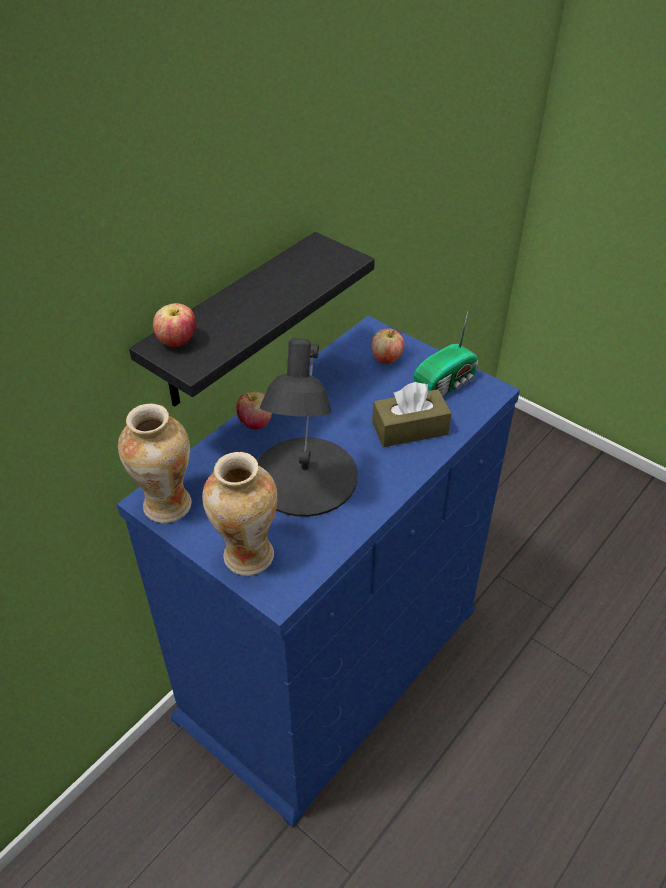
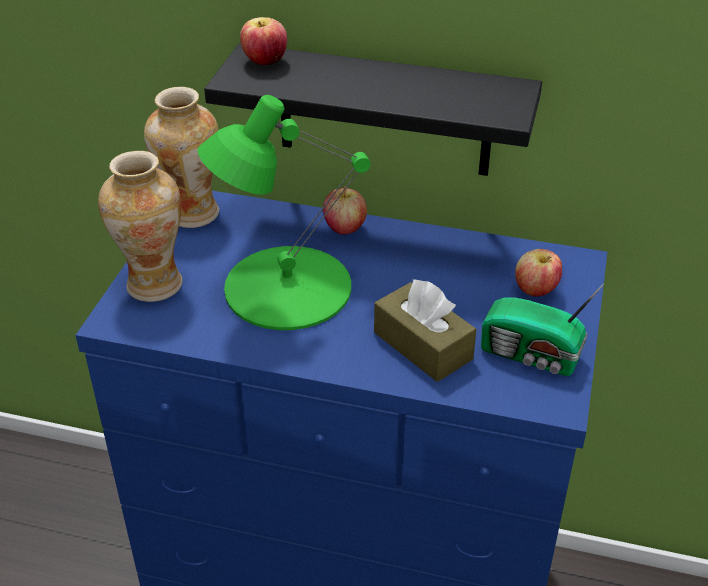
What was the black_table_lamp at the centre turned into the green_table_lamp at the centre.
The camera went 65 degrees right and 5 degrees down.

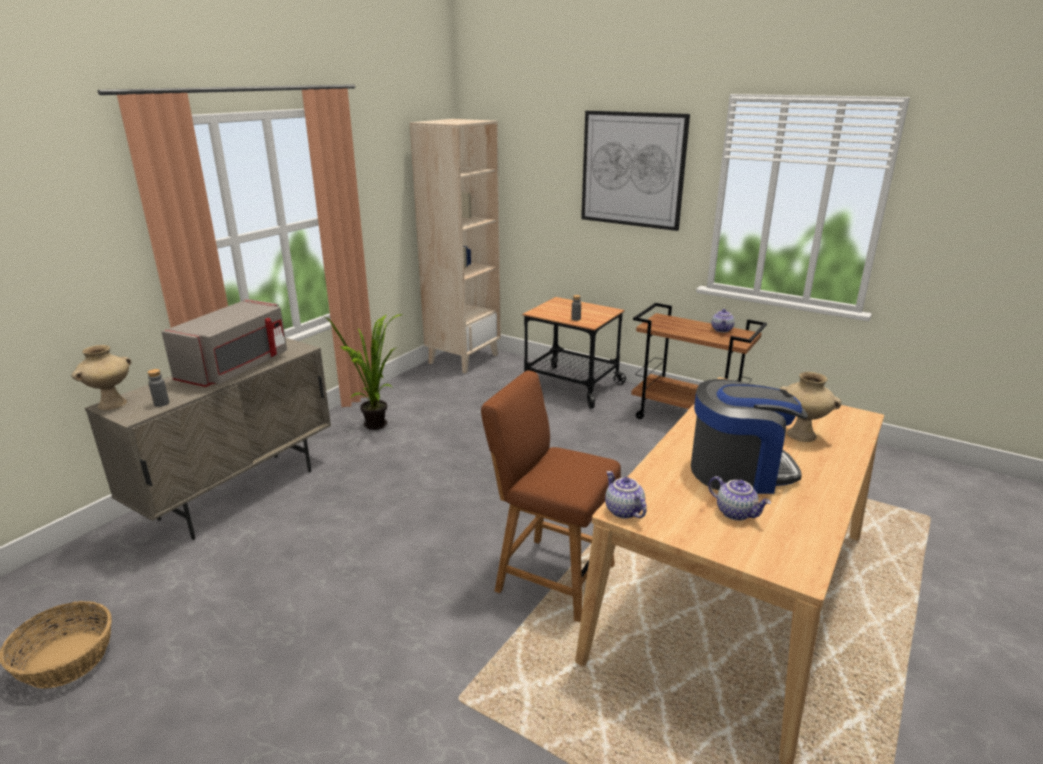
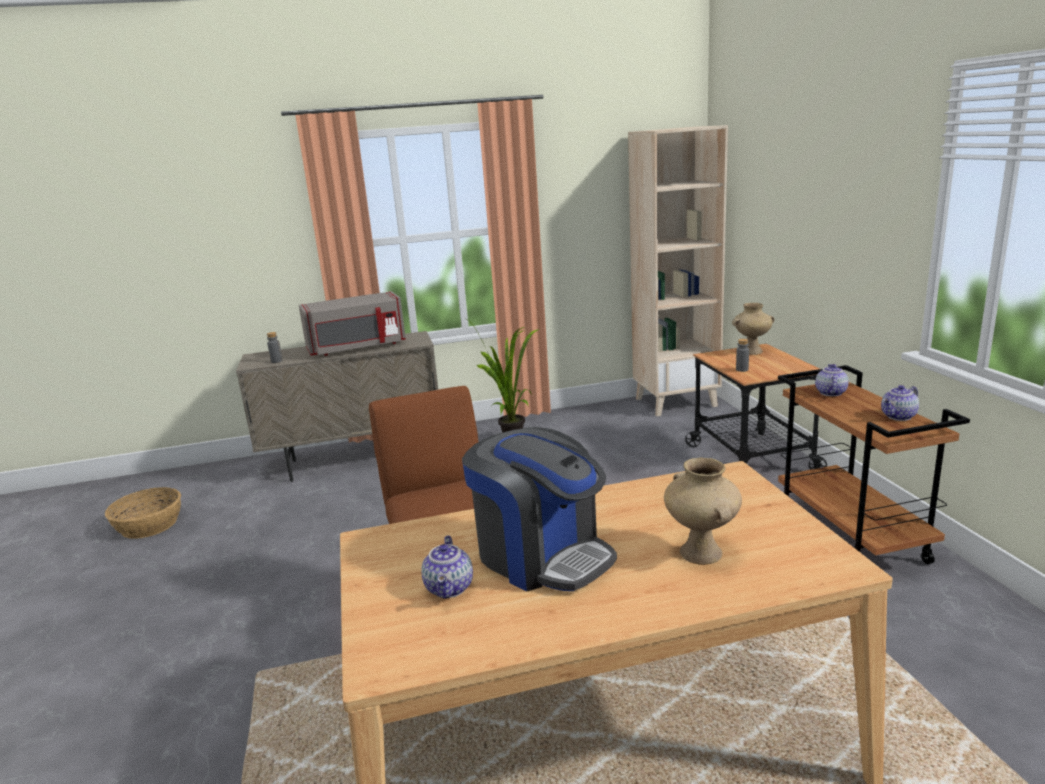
The beige_vase (no. 1 from left in the first image) ended up elsewhere, having gone from the middle left to the middle right.
The second view lost the picture at the top centre.
The teapot (no. 1 from left in the first image) ended up elsewhere, having gone from the centre to the middle right.
The camera went 45 degrees right and 5 degrees down.

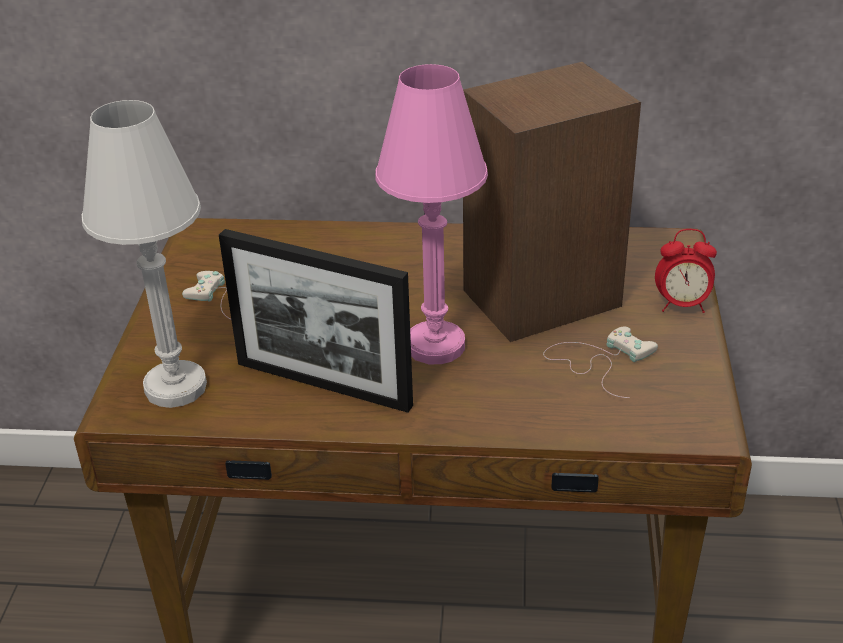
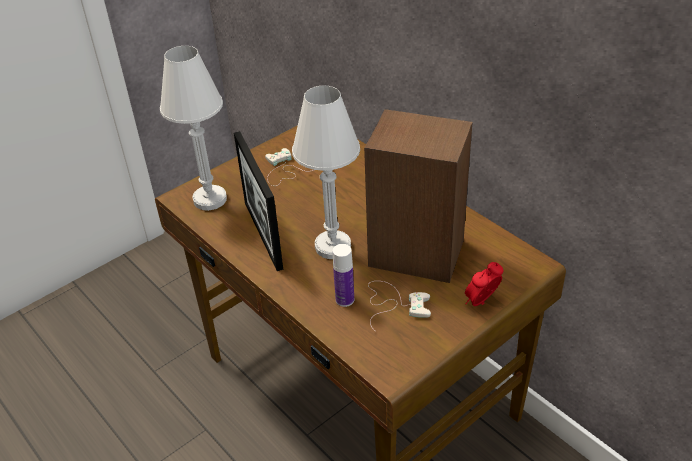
What was the pink_table_lamp at the top centre turned into the white_table_lamp (no. 2 from left) at the centre.
The alarm_clock at the middle right ended up facing another way, 90 degrees clockwise from before.
The second view gained the bottle at the centre.
The camera went 45 degrees right and 5 degrees up.

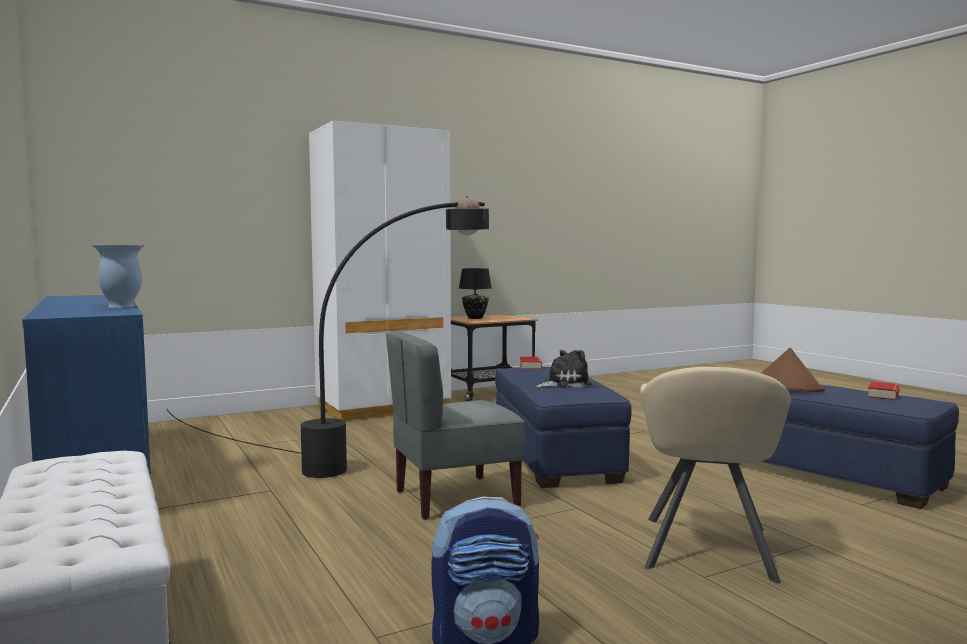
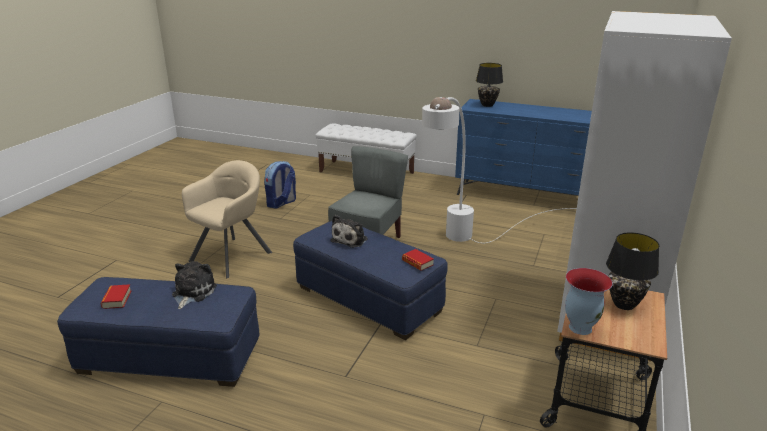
The vase ended up elsewhere, having gone from the middle left to the bottom right.
What was the black_floor_lamp at the centre turned into the white_floor_lamp at the centre.
The beige_armchair at the bottom right ended up facing another way, 60 degrees clockwise from before.
Where the brown_hat stood at the middle right, the plush_toy (no. 1 from left) came to stand at the middle left.
The second view gained the black_table_lamp (no. 1 from left) at the top centre.
The camera went 140 degrees right and 20 degrees up.

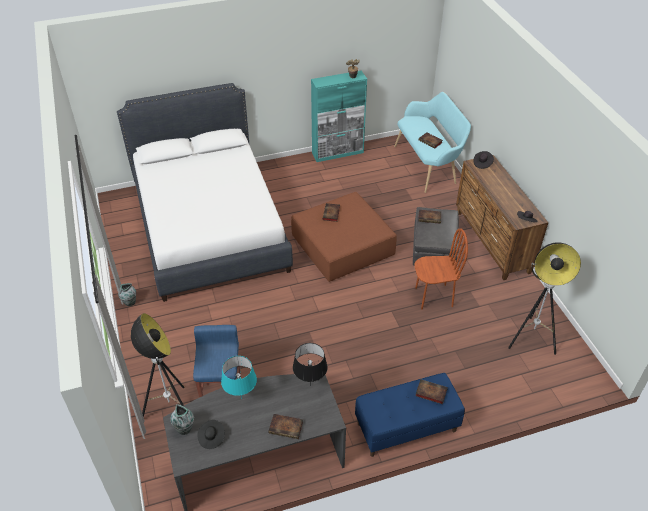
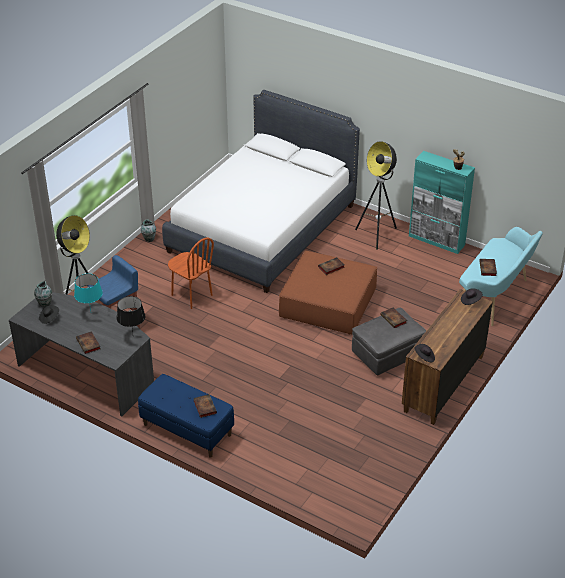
The brown_chair ended up elsewhere, having gone from the middle right to the centre.
The floor_lamp (no. 2 from left) ended up elsewhere, having gone from the middle right to the centre.
The camera went 50 degrees right and 5 degrees down.

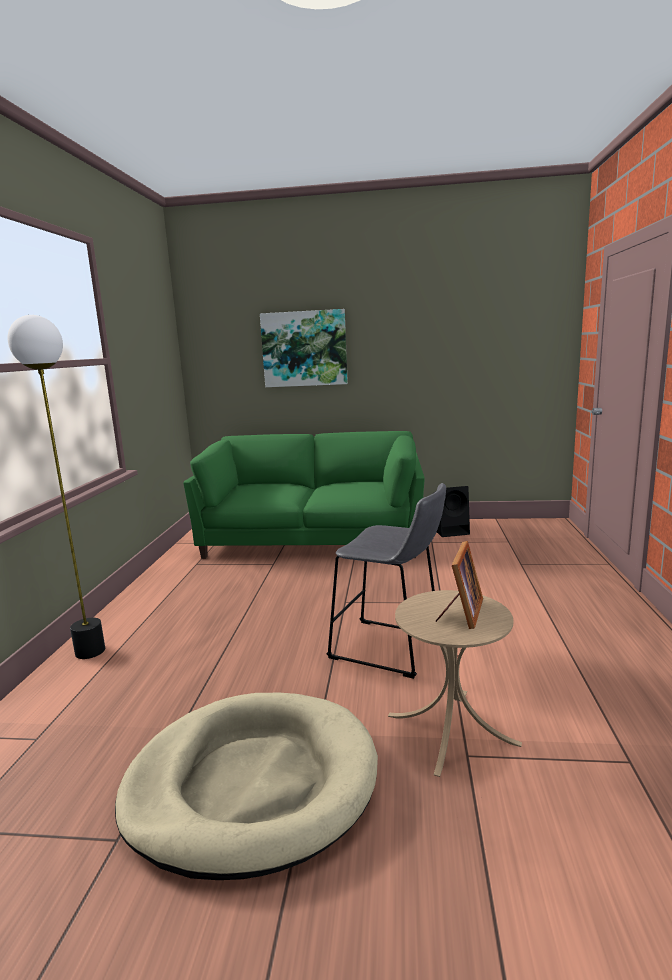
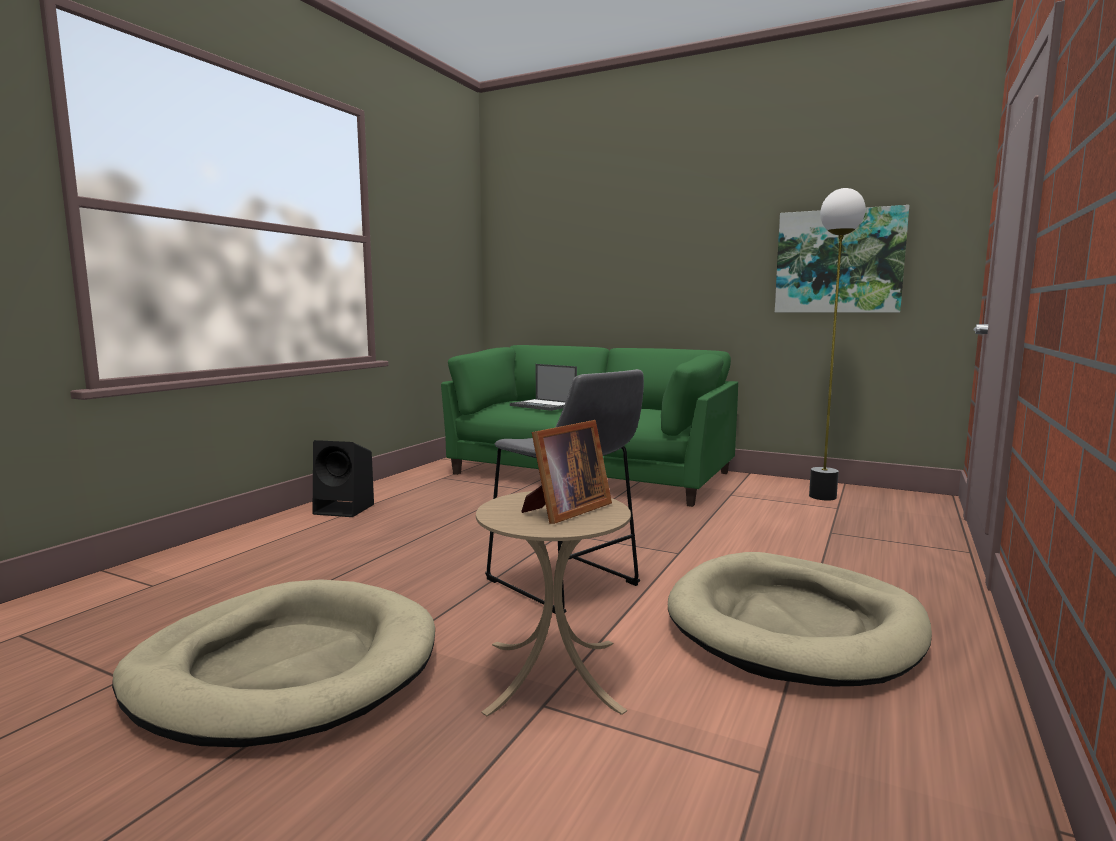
The floor_lamp ended up elsewhere, having gone from the middle left to the middle right.
The picture ended up elsewhere, having gone from the centre to the top right.
The black_speaker ended up elsewhere, having gone from the middle right to the middle left.
The second view gained the laptop at the centre.
The second view gained the beige_dog_bed (no. 2 from left) at the bottom right.
The camera went 20 degrees right and 5 degrees down.

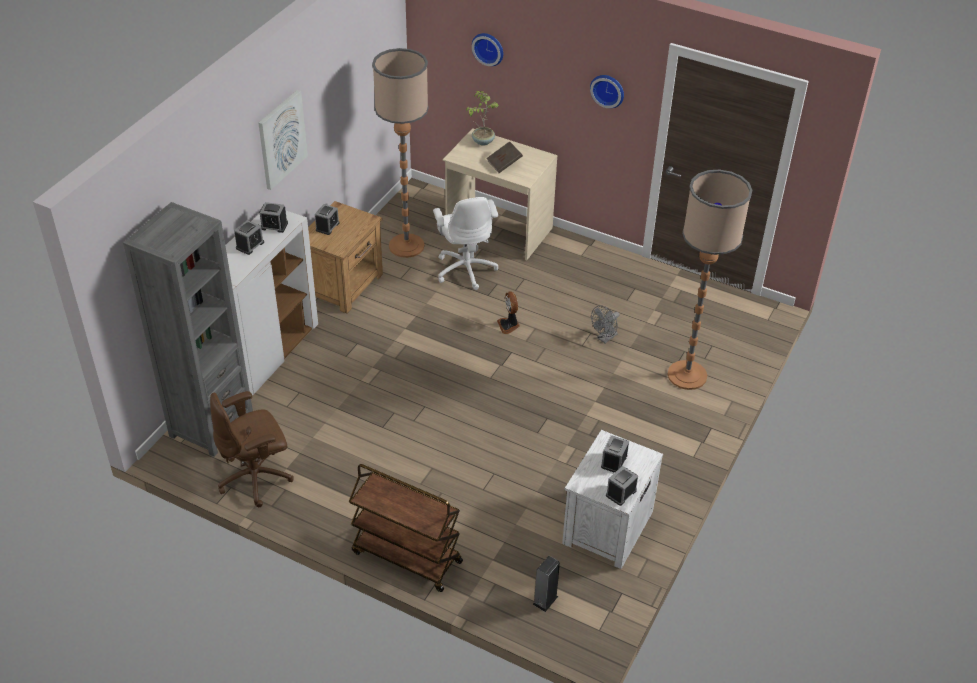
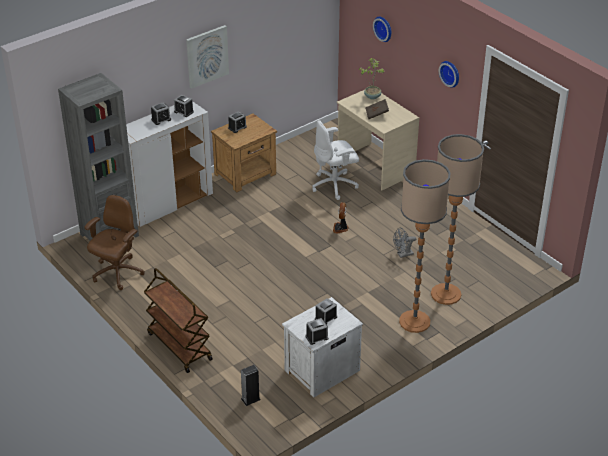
The brown_office_chair at the middle left ended up facing another way, 120 degrees clockwise from before.
The floor_lamp (no. 1 from left) ended up elsewhere, having gone from the top centre to the middle right.
The white_office_chair at the centre ended up facing another way, 60 degrees clockwise from before.
The camera went 25 degrees right and 5 degrees down.

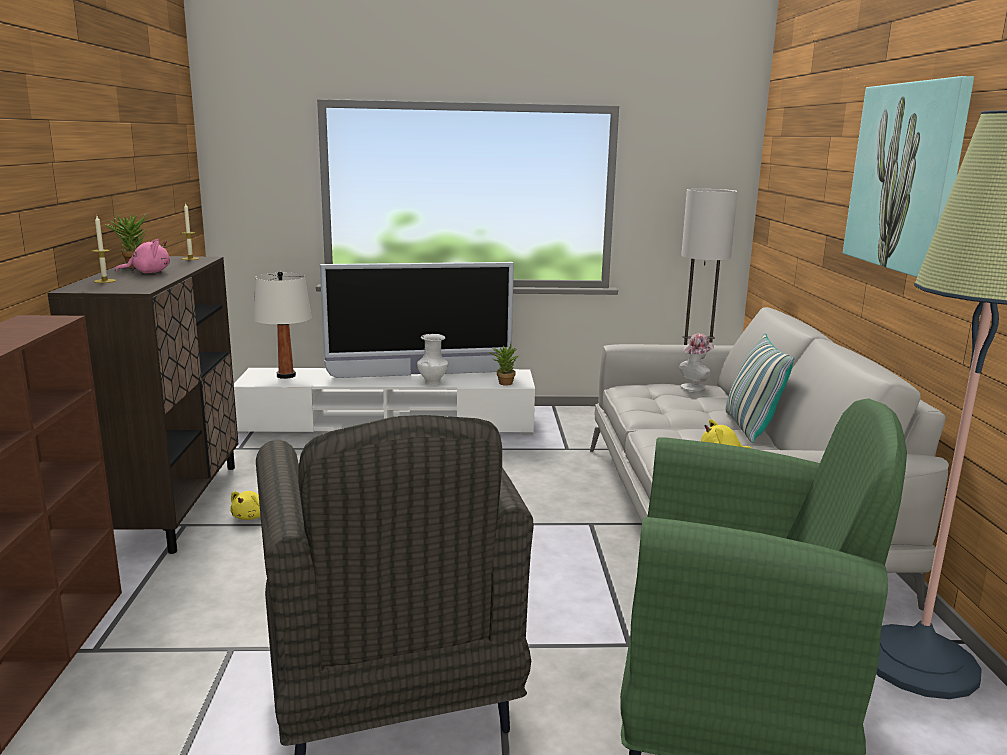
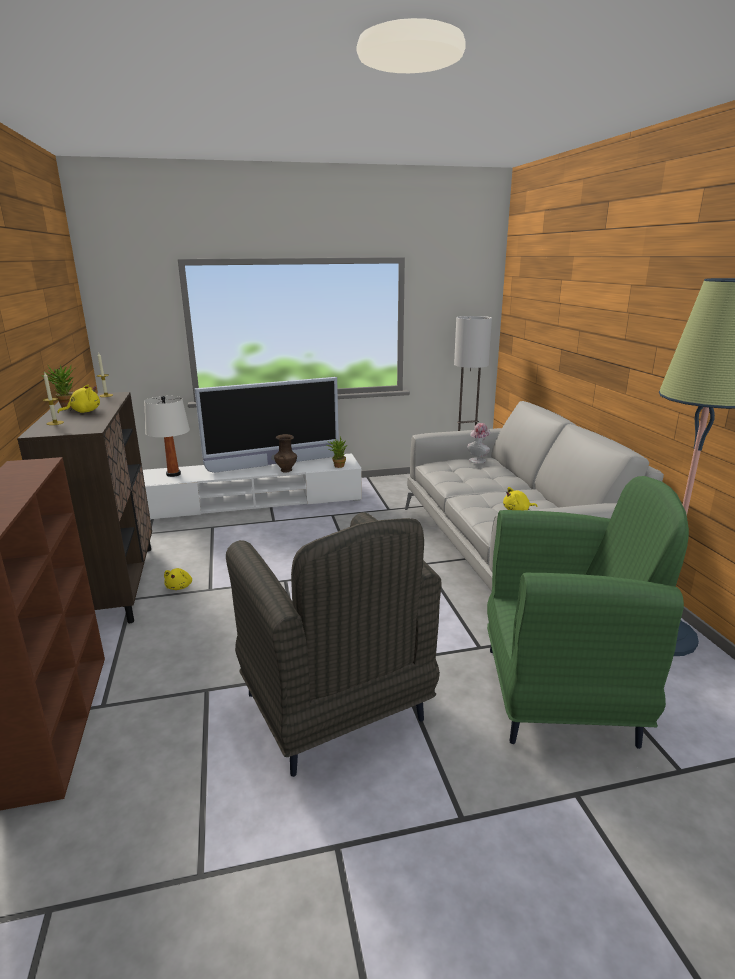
What was the pink_plush_toy at the middle left turned into the yellow_plush_toy (no. 1 from left) at the middle left.
What was the white_vase at the centre turned into the brown_vase at the centre.
The second view lost the pillow at the middle right.
The second view lost the picture at the top right.
The camera went 10 degrees left and 5 degrees up.

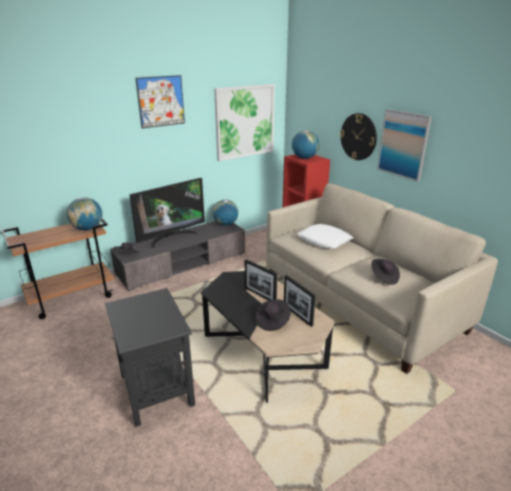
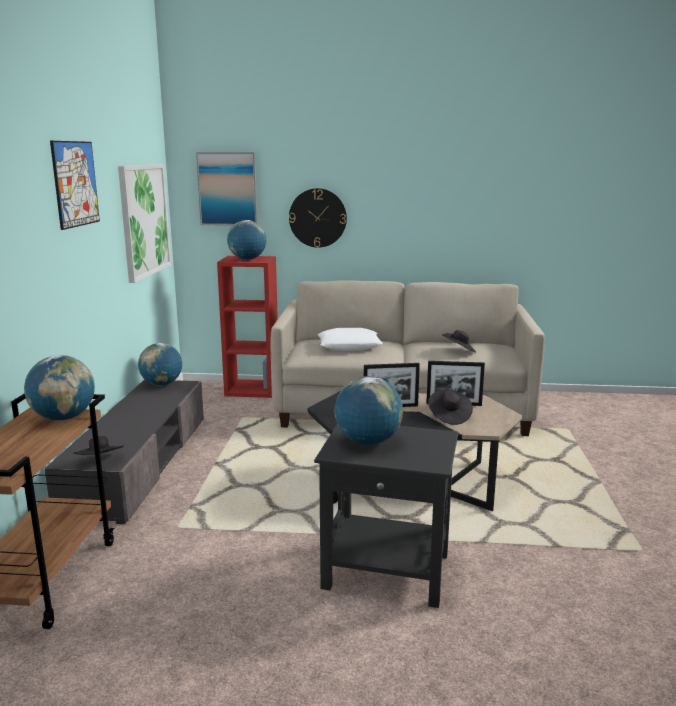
The second view lost the television at the middle left.
The picture (no. 3 from left) ended up elsewhere, having gone from the top right to the top centre.
The second view gained the globe (no. 4 from left) at the centre.
The camera went 50 degrees left and 10 degrees down.

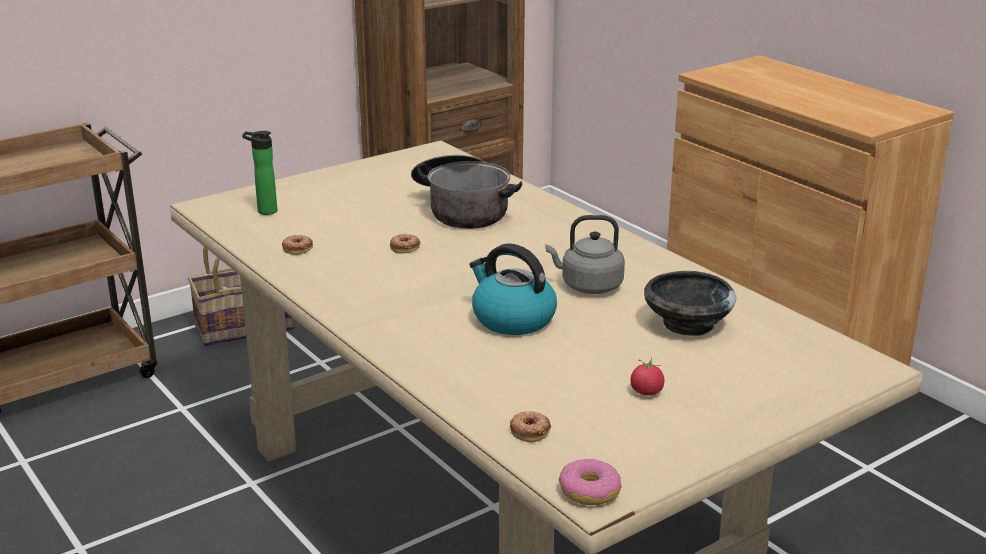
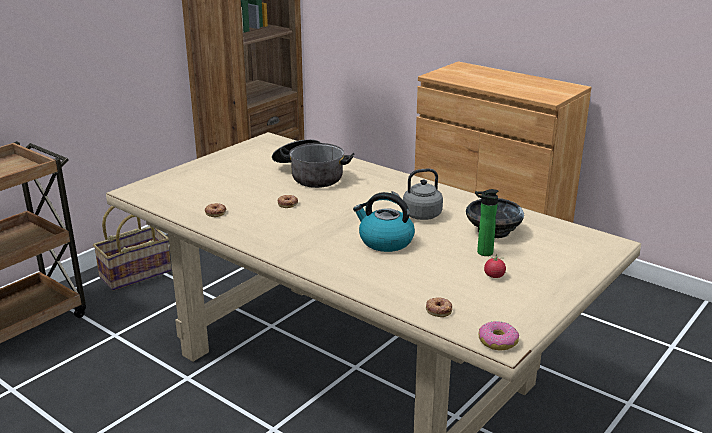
The bottle ended up elsewhere, having gone from the top left to the middle right.
The camera went 15 degrees left and 0 degrees up.

